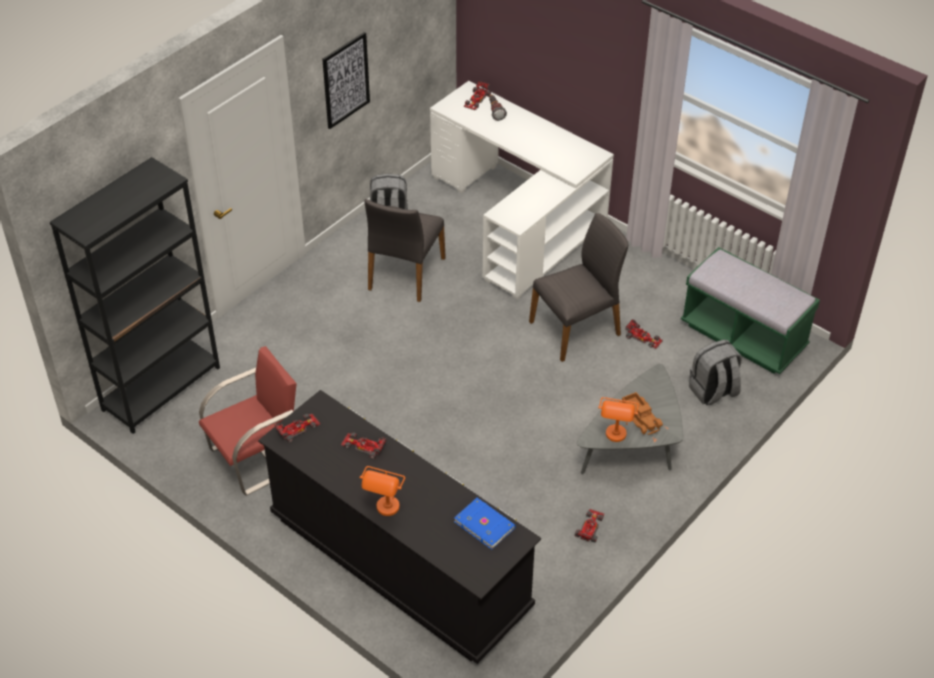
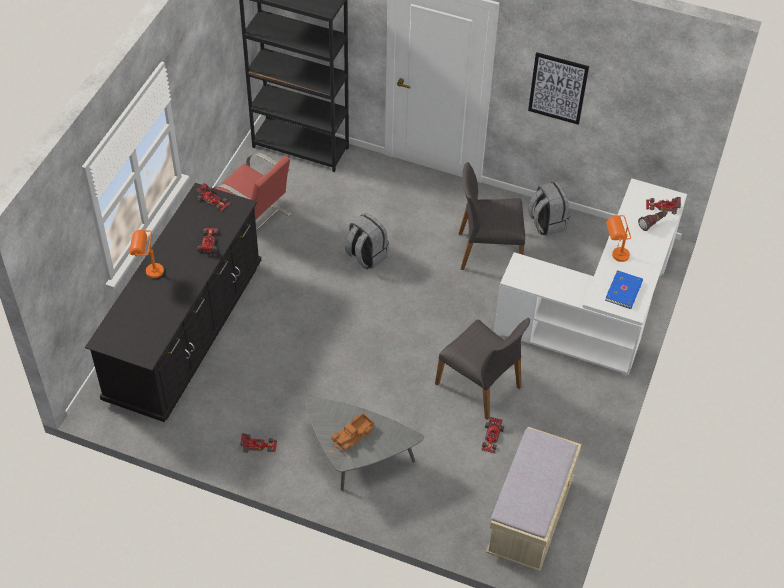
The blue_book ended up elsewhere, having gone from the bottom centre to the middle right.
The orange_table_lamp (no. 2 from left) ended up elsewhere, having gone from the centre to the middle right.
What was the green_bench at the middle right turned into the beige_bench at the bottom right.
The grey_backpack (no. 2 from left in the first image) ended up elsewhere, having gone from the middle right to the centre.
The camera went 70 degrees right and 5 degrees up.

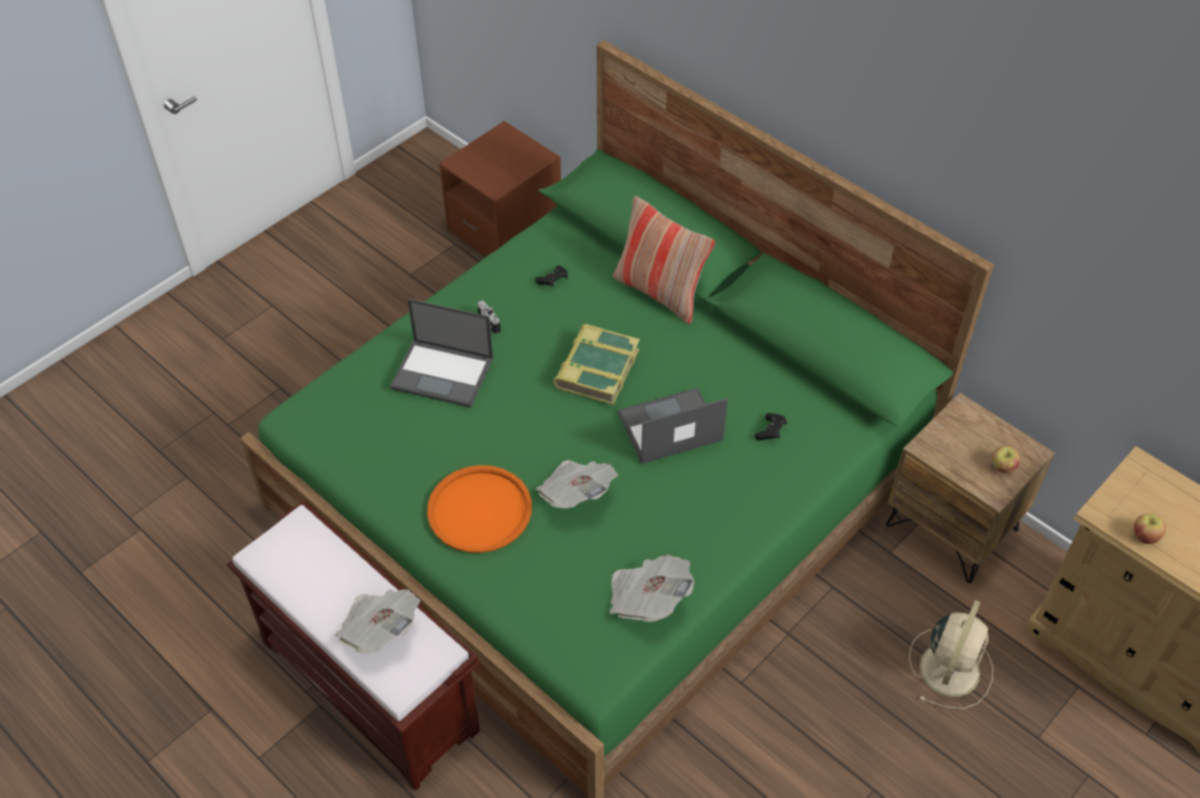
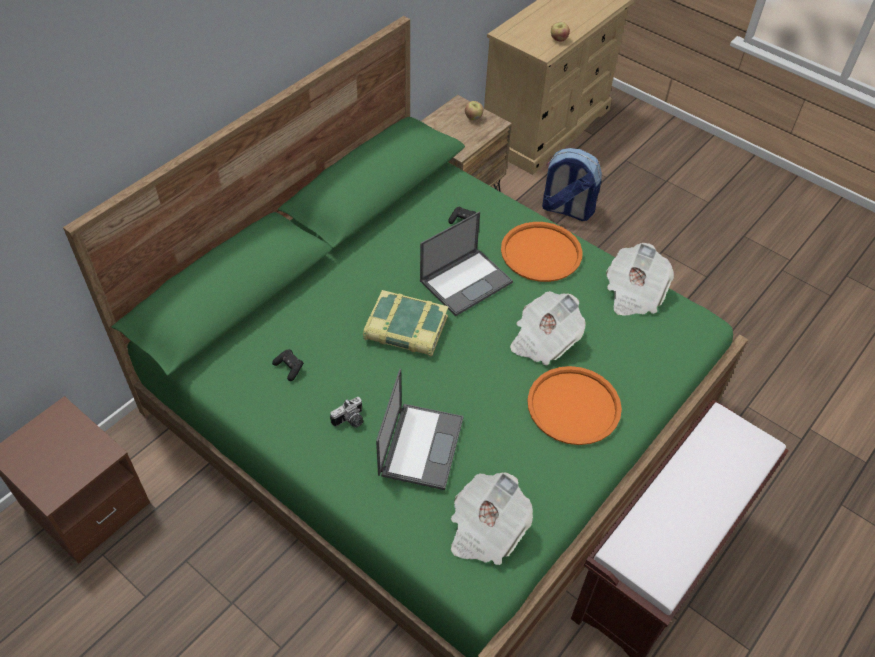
The newspaper (no. 1 from left) ended up elsewhere, having gone from the bottom left to the bottom centre.
The second view lost the pillow at the top centre.
The laptop (no. 2 from left) at the centre ended up facing another way, 105 degrees counterclockwise from before.
Where the beige_fan stood at the bottom right, the backpack came to stand at the top centre.
The second view gained the orange_tray (no. 1 from left) at the centre.
The camera went 95 degrees left and 0 degrees up.

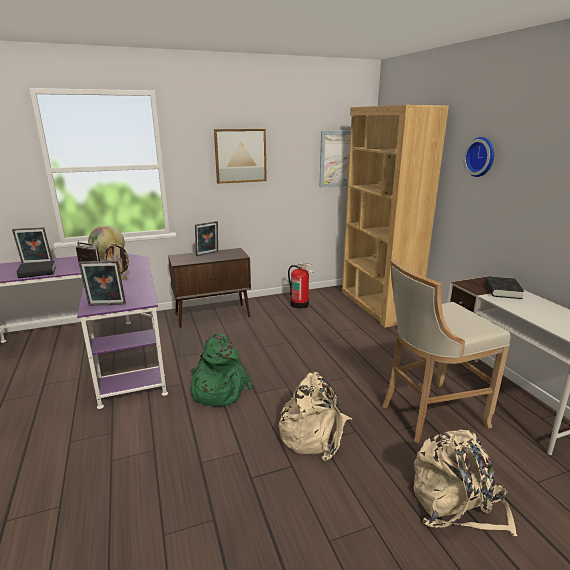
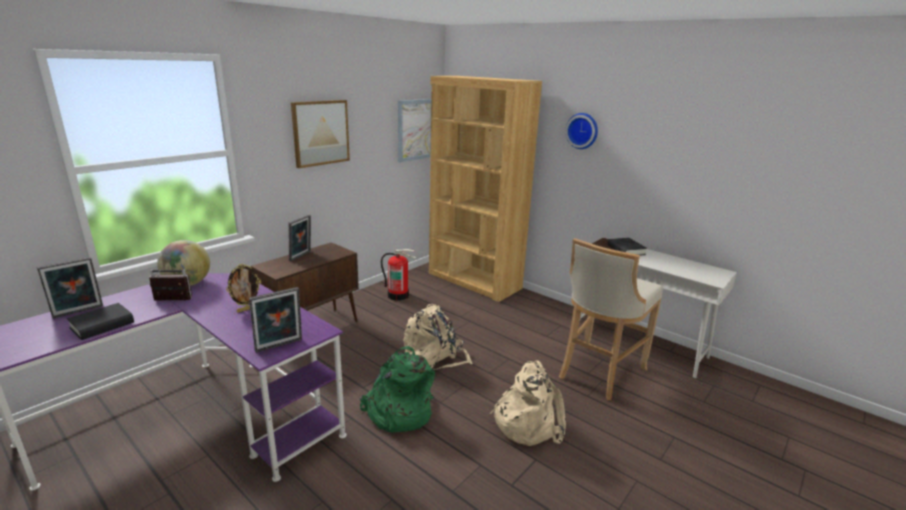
The beige_backpack (no. 2 from left in the first image) ended up elsewhere, having gone from the bottom right to the centre.
The camera went 30 degrees left and 0 degrees up.

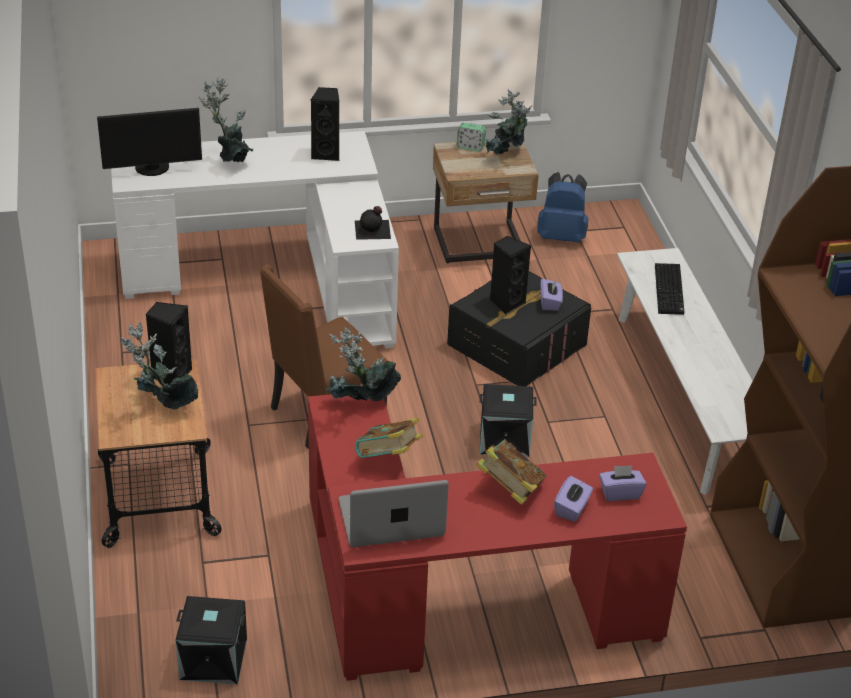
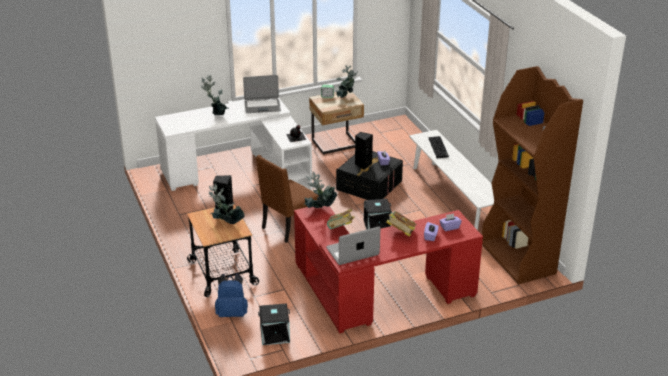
The second view lost the monitor at the top left.
Where the black_speaker (no. 2 from left) stood at the top centre, the laptop (no. 1 from left) came to stand at the top centre.
The blue_backpack ended up elsewhere, having gone from the top centre to the bottom centre.
The camera went 10 degrees left and 5 degrees down.

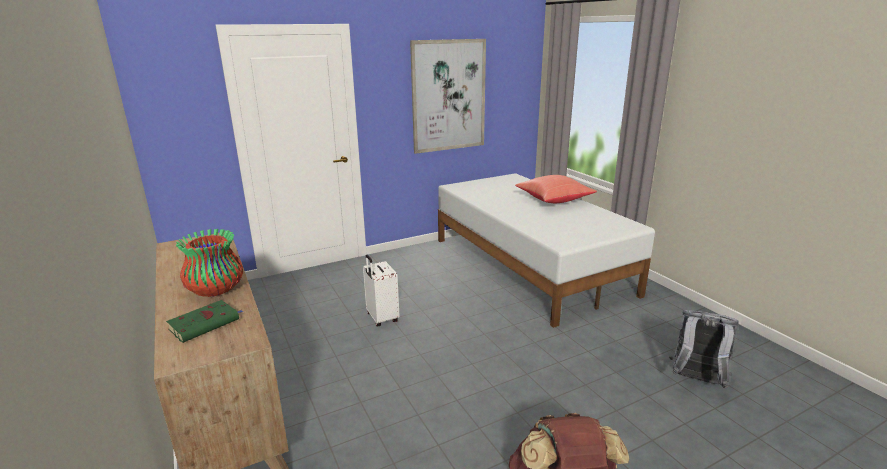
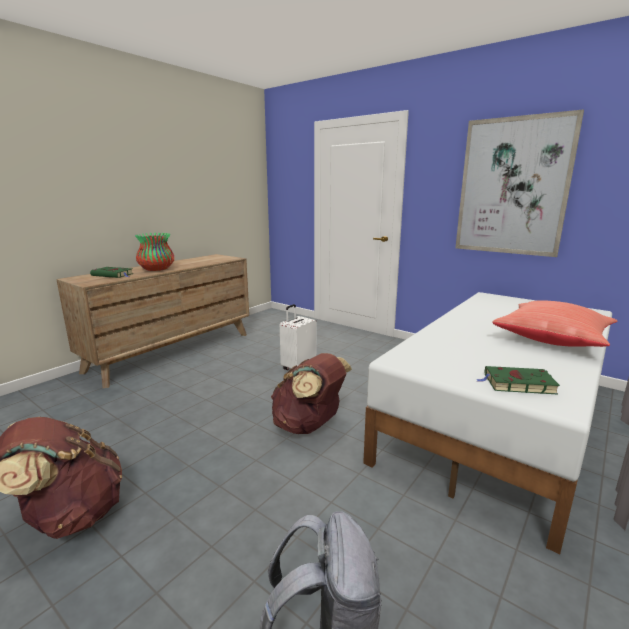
The second view gained the brown_backpack (no. 2 from left) at the centre.
The second view gained the green_book (no. 2 from left) at the middle right.
The camera went 65 degrees right and 5 degrees down.

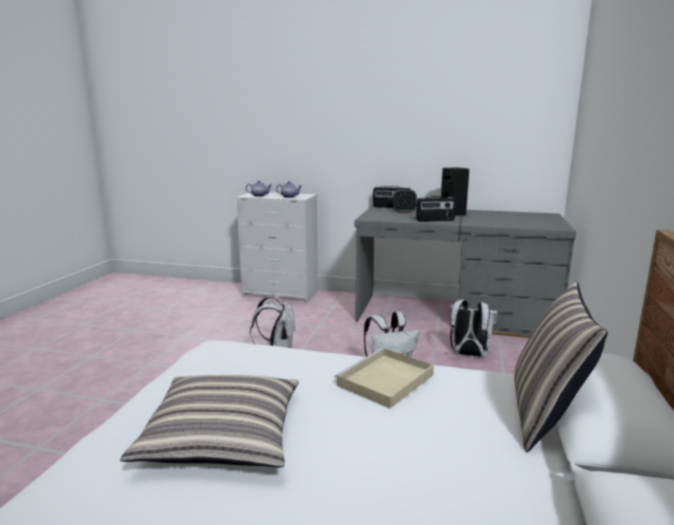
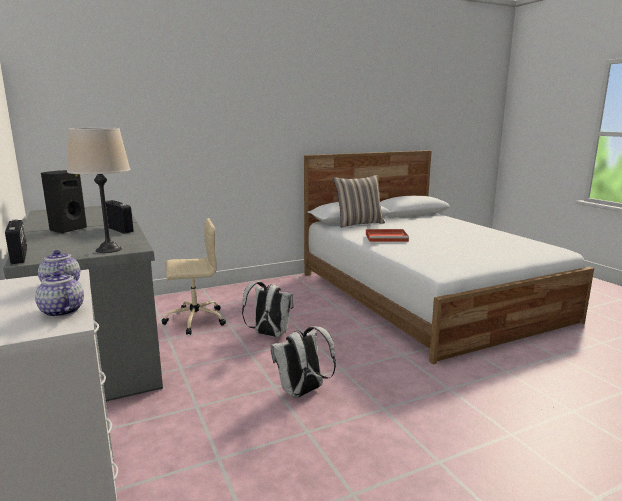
The second view lost the pillow (no. 1 from left) at the bottom left.
What was the beige_tray at the bottom centre turned into the red_tray at the centre.
The second view lost the alarm_clock at the centre.
Where the white_backpack (no. 3 from left) stood at the middle right, the beige_office_chair came to stand at the middle left.
The second view gained the beige_table_lamp at the middle left.
The camera went 130 degrees left and 0 degrees up.

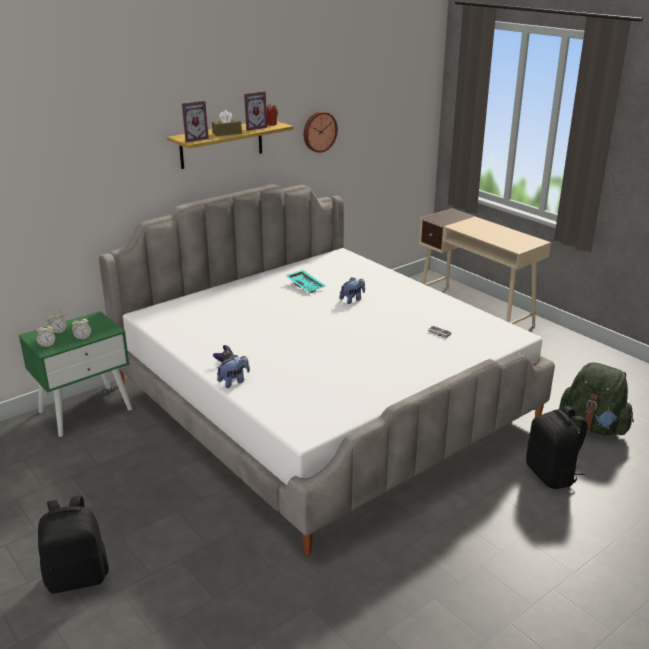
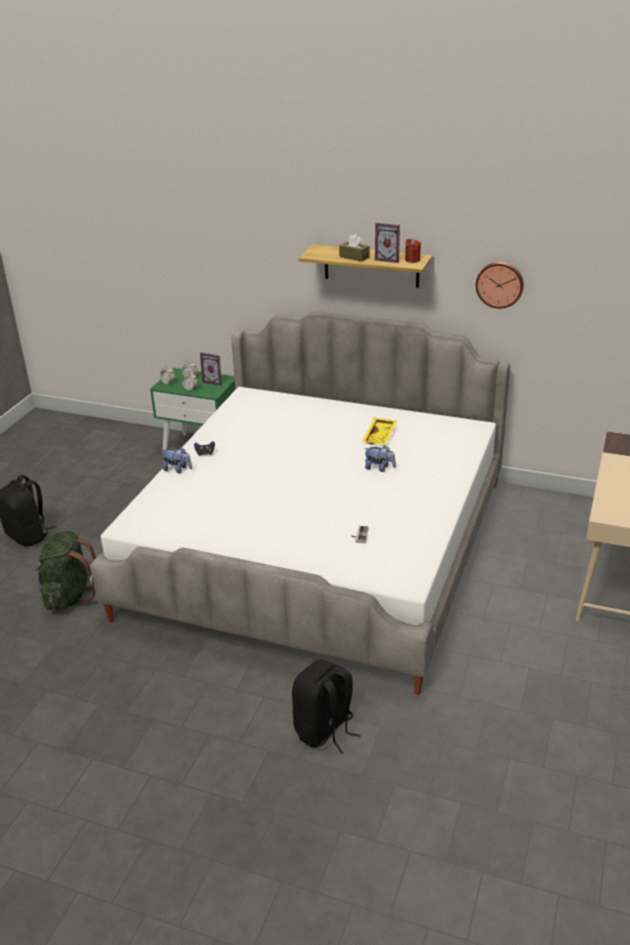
The picture_frame (no. 1 from left) ended up elsewhere, having gone from the top left to the centre.
What was the turquoise_tray at the centre turned into the yellow_tray at the centre.
The green_backpack ended up elsewhere, having gone from the middle right to the middle left.
The camera went 60 degrees right and 5 degrees up.

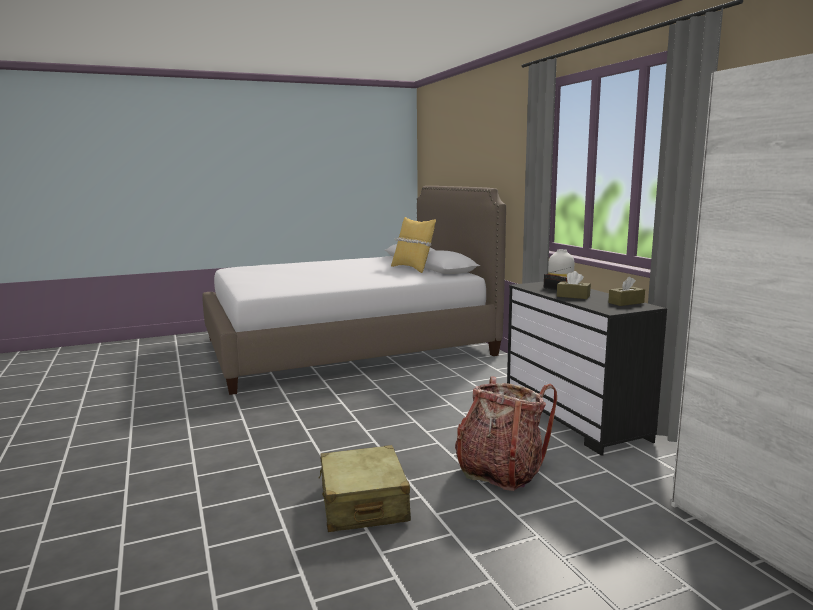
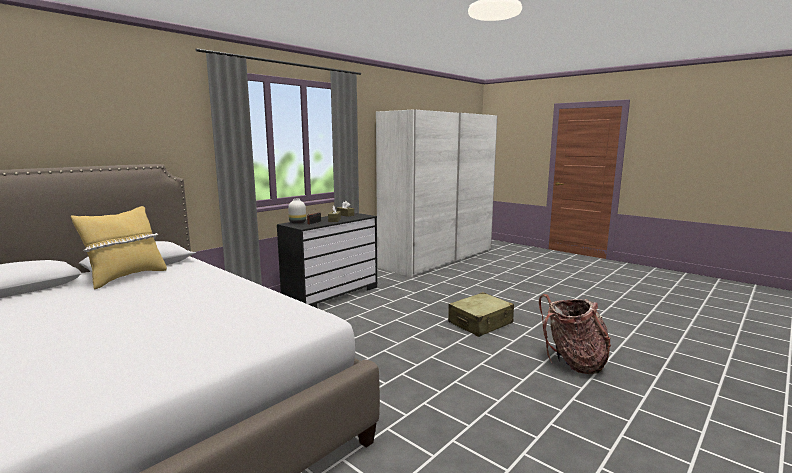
The backpack ended up elsewhere, having gone from the bottom centre to the bottom right.
The camera went 115 degrees left and 0 degrees up.

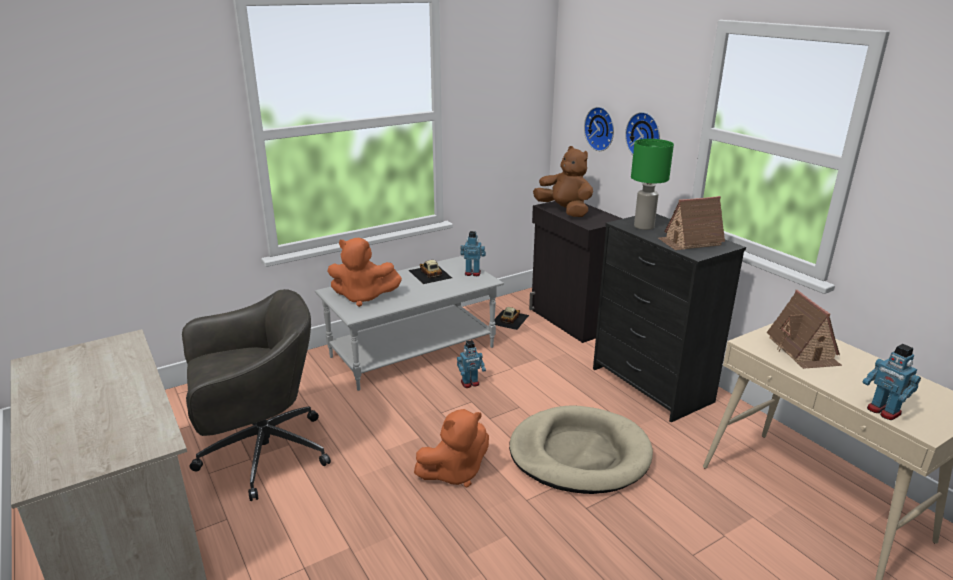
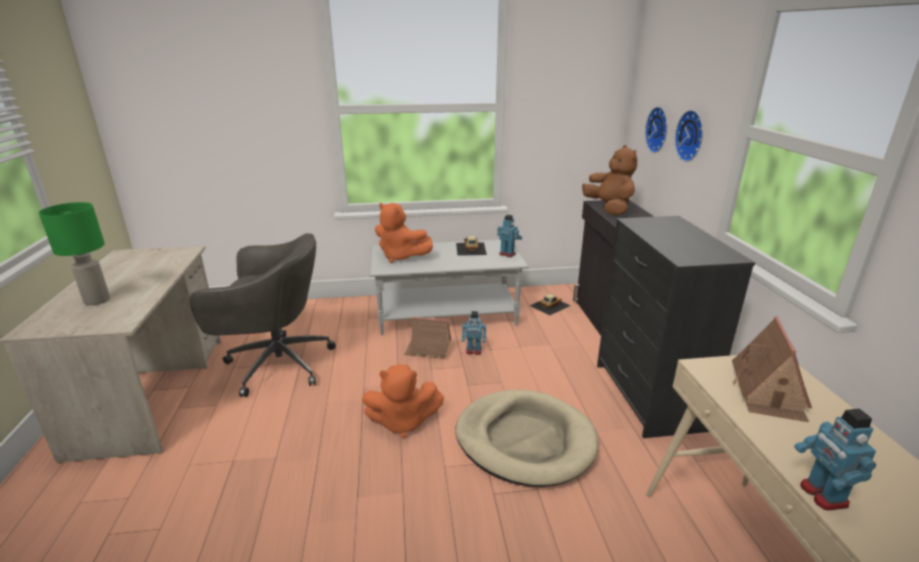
The green_table_lamp ended up elsewhere, having gone from the top right to the middle left.
The toy_house (no. 1 from left) ended up elsewhere, having gone from the middle right to the centre.
The camera went 25 degrees right and 0 degrees up.

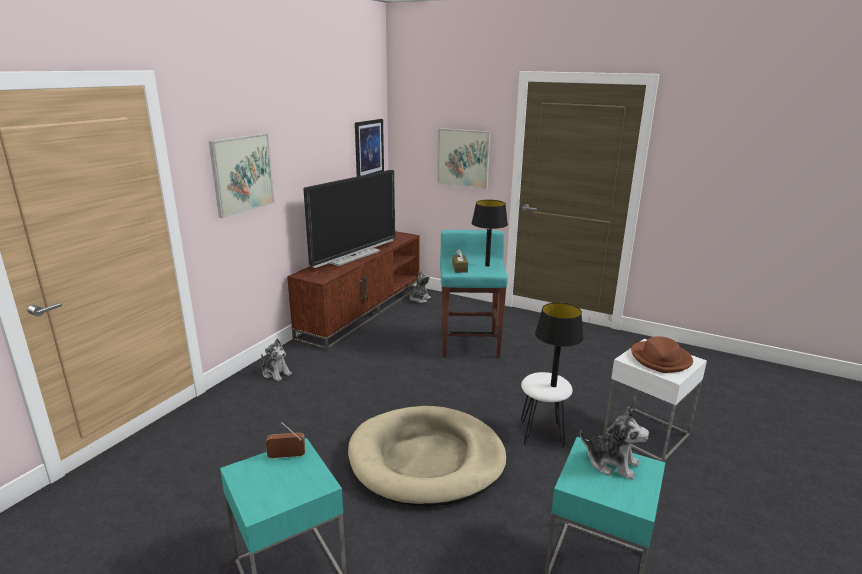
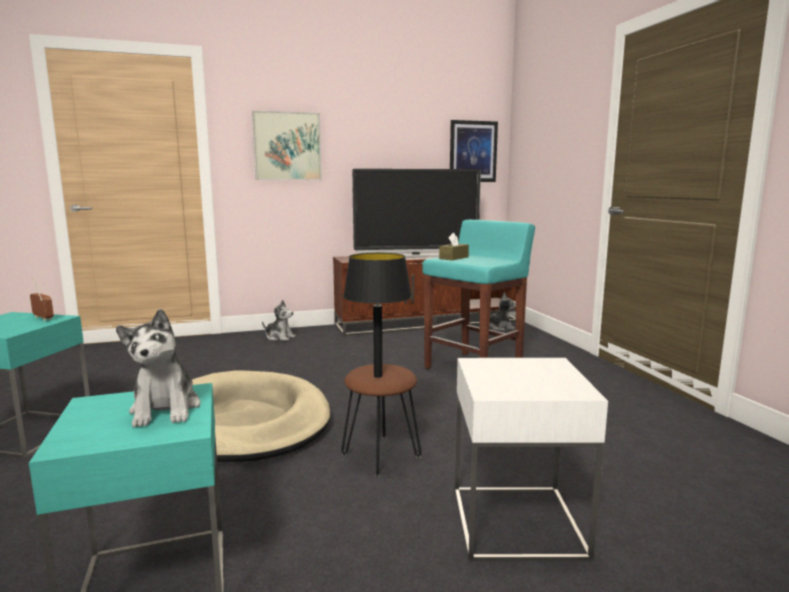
The plush_toy (no. 1 from left in the first image) at the middle left ended up facing another way, 60 degrees counterclockwise from before.
The second view lost the picture (no. 3 from left) at the top centre.
The second view lost the black_table_lamp (no. 1 from left) at the centre.
What was the white_stool at the bottom centre turned into the brown_stool at the bottom centre.
The second view lost the brown_hat at the middle right.
The camera went 45 degrees right and 10 degrees down.

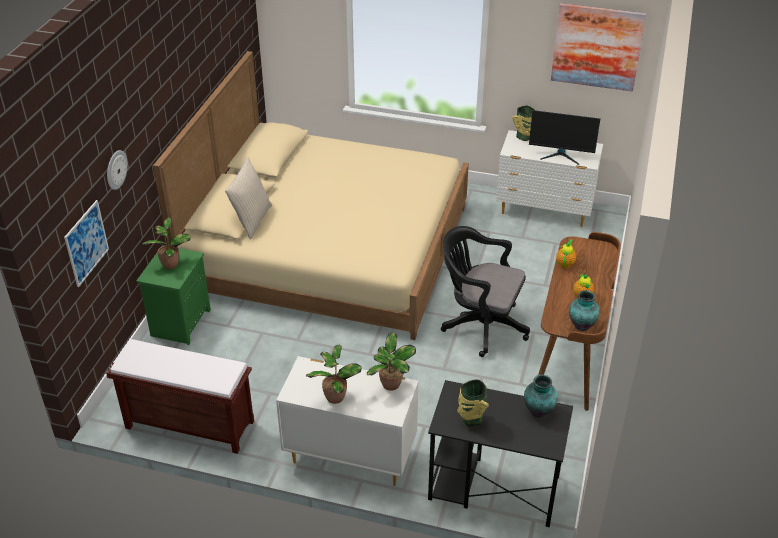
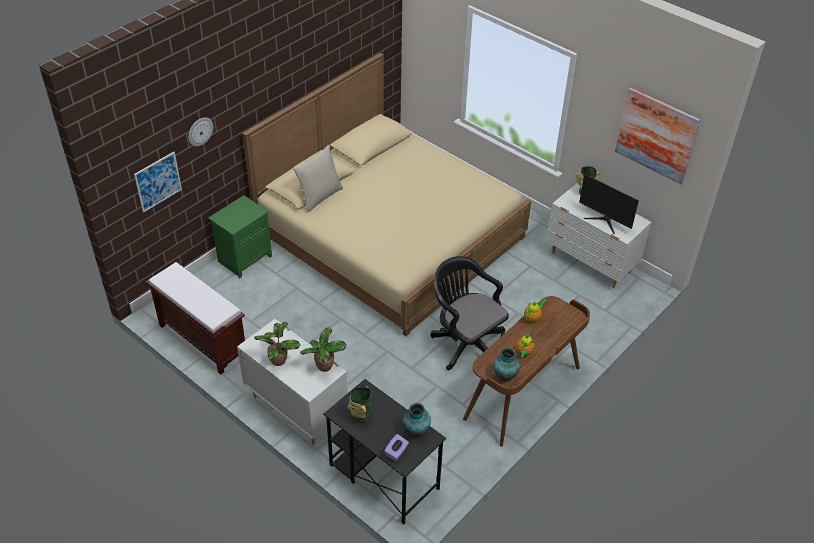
The second view lost the potted_plant (no. 1 from left) at the middle left.
The second view gained the purple_tissue_box at the bottom centre.
The camera went 25 degrees right and 5 degrees up.

